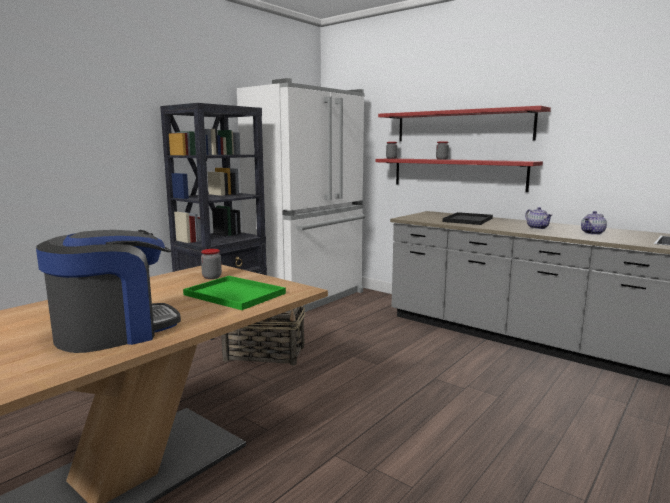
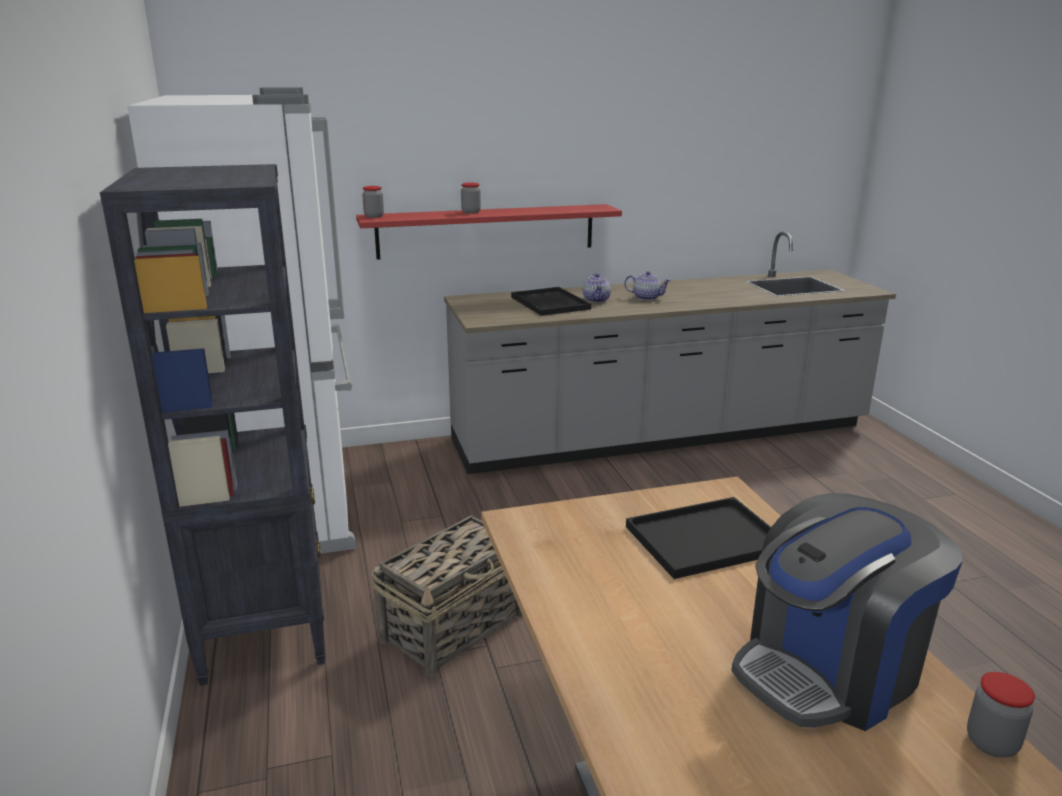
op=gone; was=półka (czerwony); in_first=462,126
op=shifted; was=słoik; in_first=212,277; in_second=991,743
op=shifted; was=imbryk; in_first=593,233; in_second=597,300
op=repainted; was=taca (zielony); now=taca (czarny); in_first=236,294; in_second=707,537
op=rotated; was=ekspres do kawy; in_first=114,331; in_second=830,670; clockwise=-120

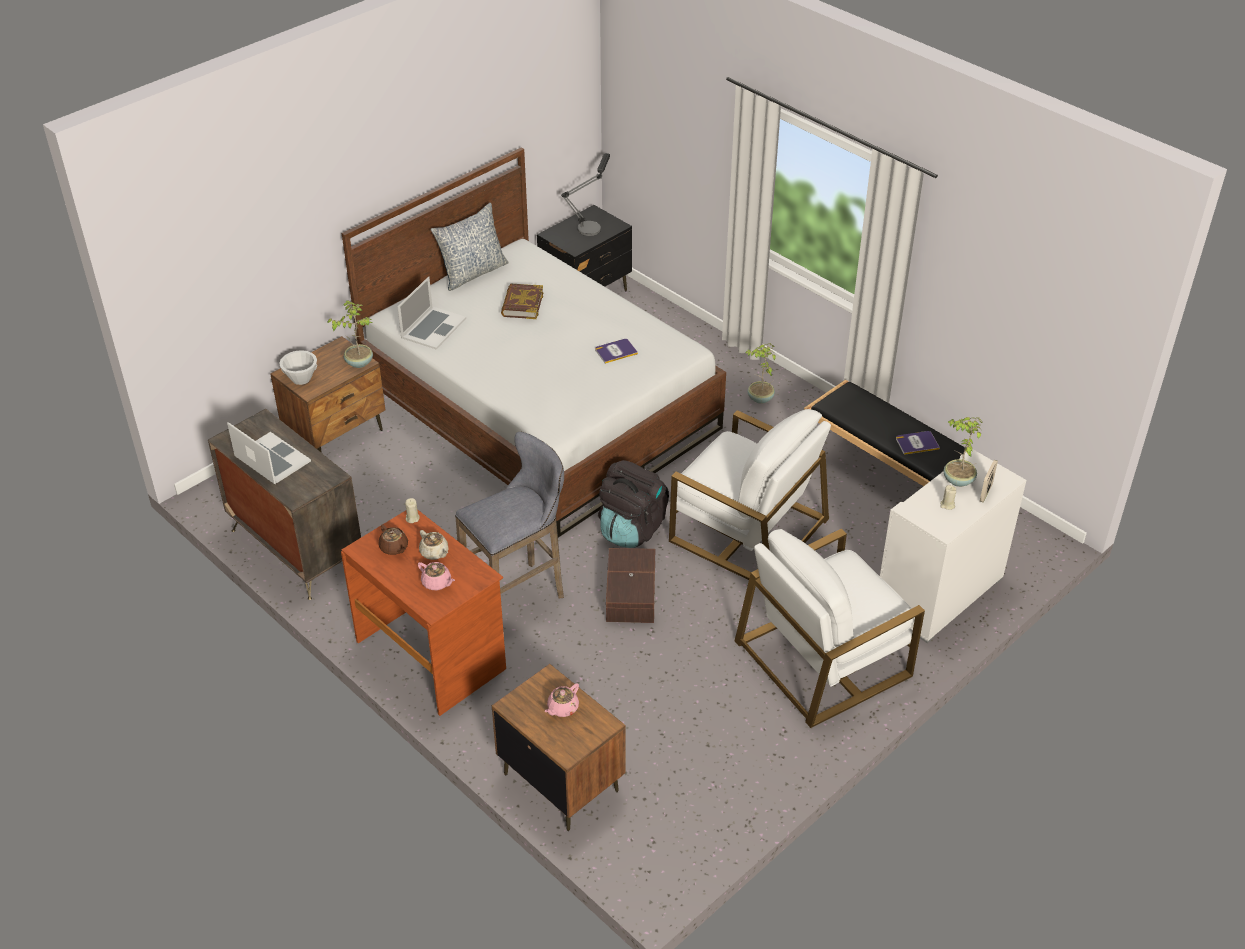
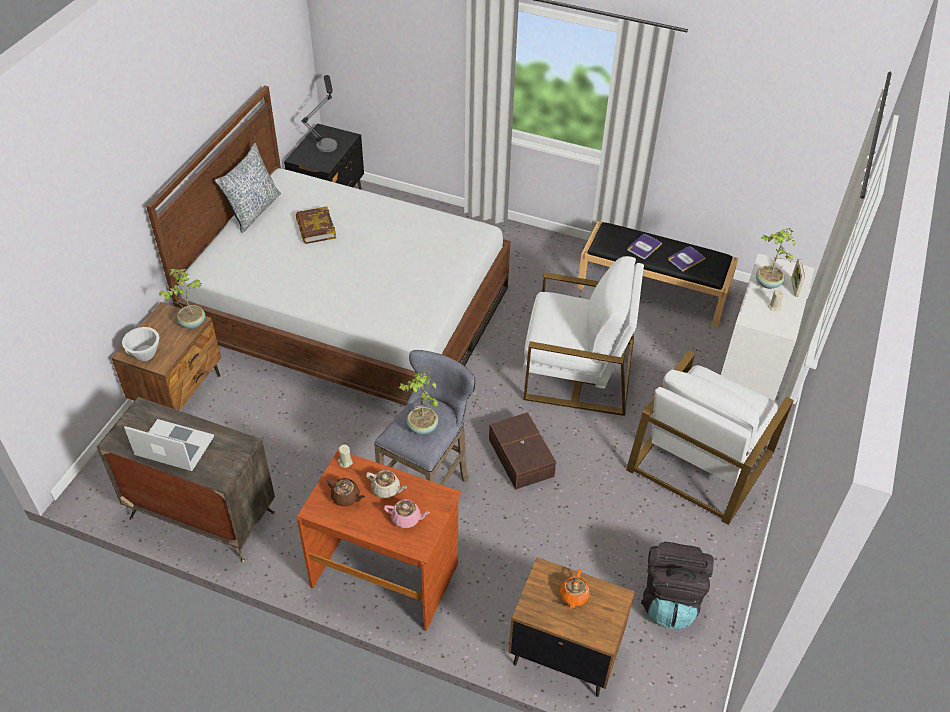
op=gone; was=laptop; in_first=433,328
op=shifted; was=książka; in_first=616,351; in_second=644,247
op=shifted; was=plecak (czarny); in_first=632,529; in_second=670,600
op=shifted; was=roślina doniczkowa; in_first=760,399; in_second=422,427
op=repainted; was=imbryk (różowy); now=imbryk (pomarańczowy); in_first=562,708; in_second=573,596

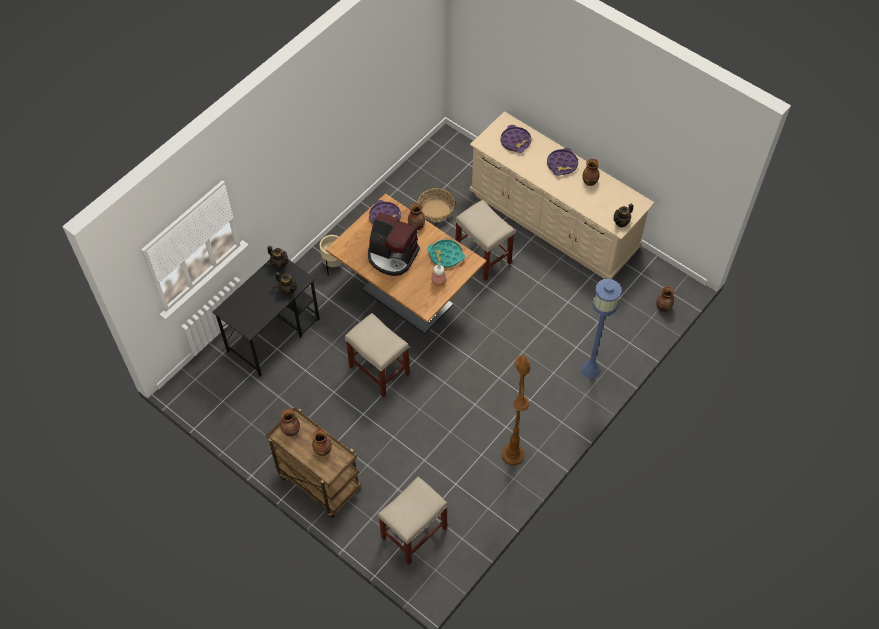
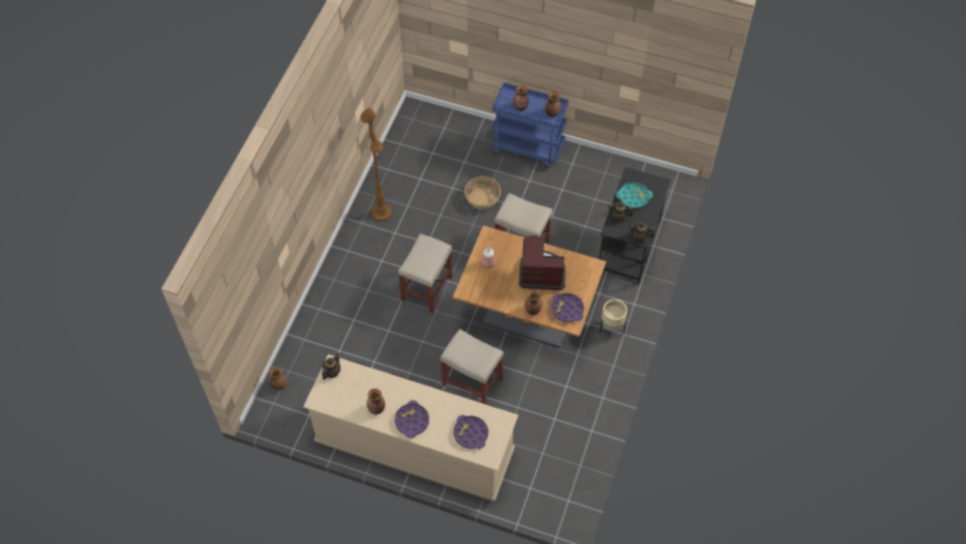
op=gone; was=lampa stojąca (niebieski); in_first=590,369
op=shifted; was=stołek (beżowy); in_first=413,534; in_second=427,288
op=shifted; was=koszyk; in_first=436,210; in_second=482,198
op=shifted; was=taca (turkusowy); in_first=446,255; in_second=633,197
op=repainted; was=wózek (brązowy); now=wózek (niebieski); in_first=317,482; in_second=529,148

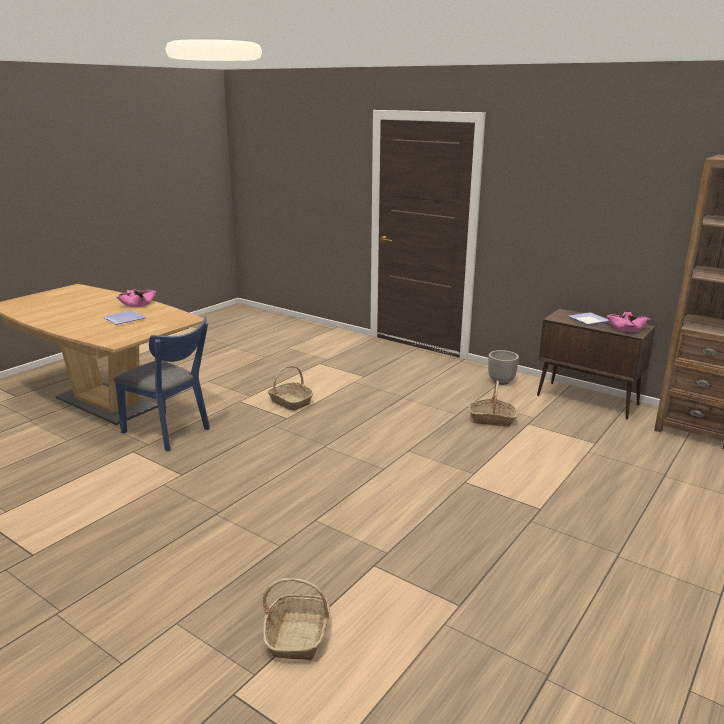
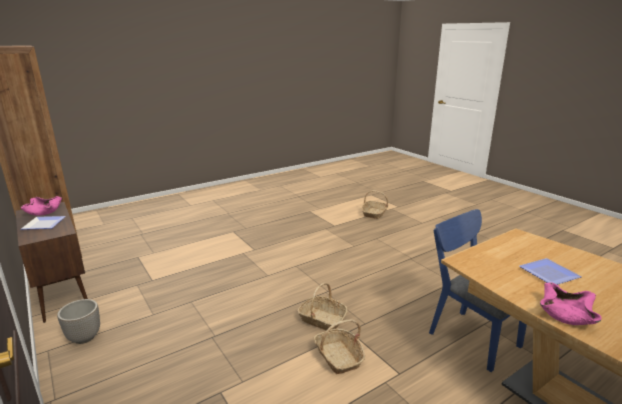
op=shifted; was=koszyk; in_first=492,419; in_second=322,319

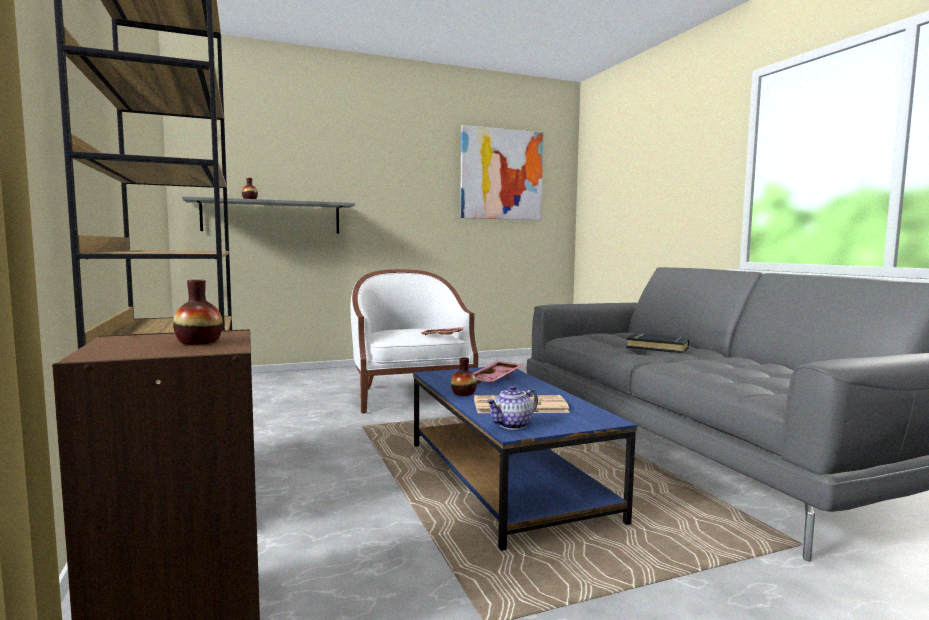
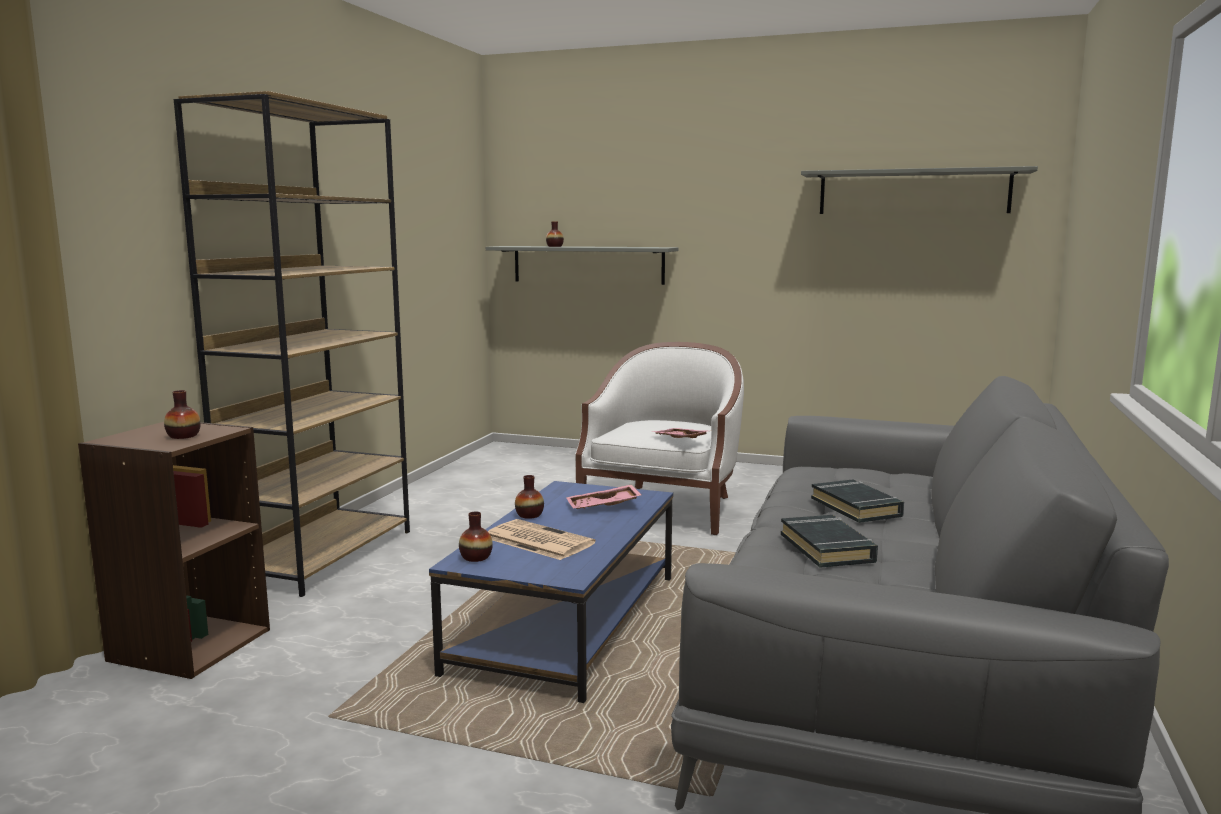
op=new; now=książka (czarny); in_second=827,548
op=swapped; was=obraz; now=półka (szary); in_first=501,174; in_second=913,192
op=swapped; was=imbryk; now=wazon; in_first=513,425; in_second=476,557

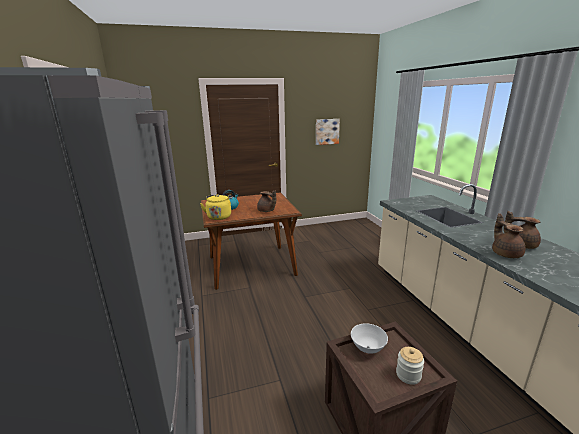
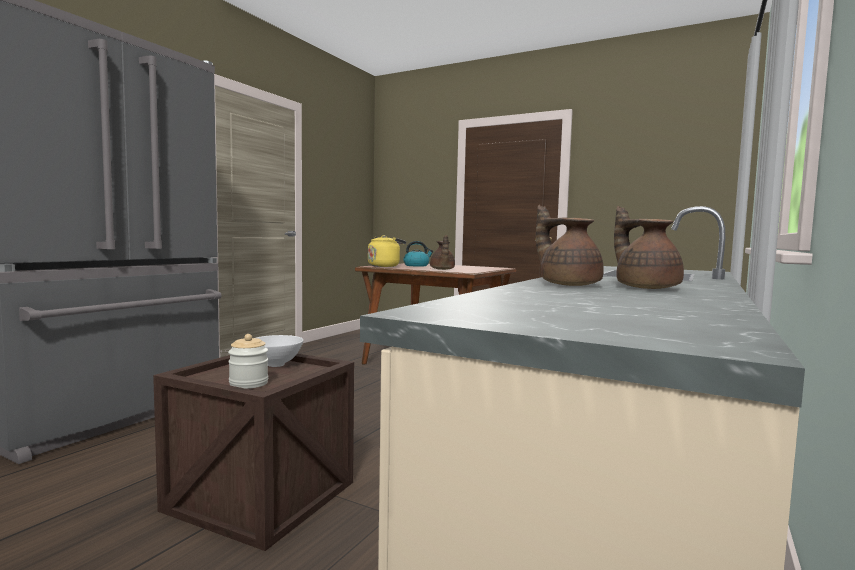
op=gone; was=obraz; in_first=327,131
op=rotated; was=imbryk (brązowy); in_first=505,253; in_second=568,284; clockwise=-75

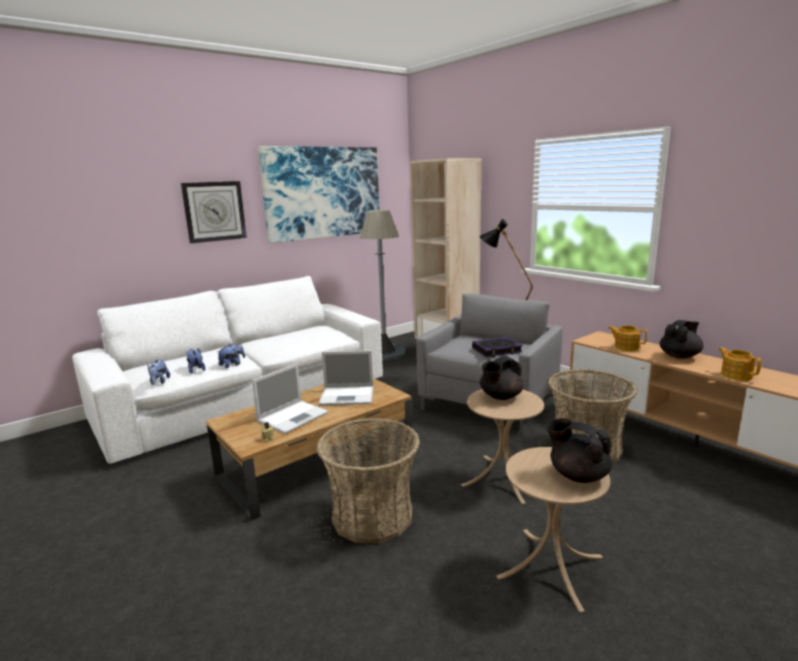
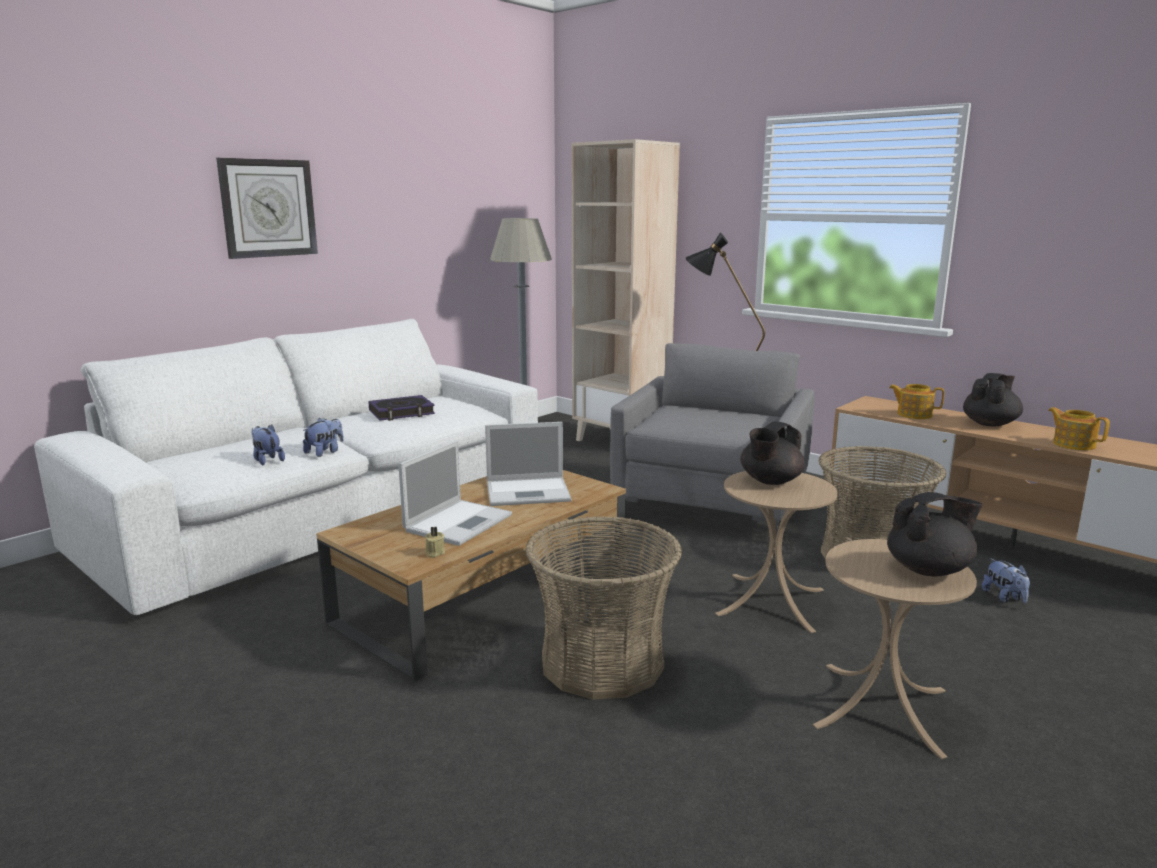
op=gone; was=obraz; in_first=323,192
op=shifted; was=pluszak; in_first=159,382; in_second=1004,597
op=shifted; was=książka; in_first=496,350; in_second=401,413
op=rotated; was=imbryk (czarny); in_first=577,475; in_second=929,570; clockwise=135

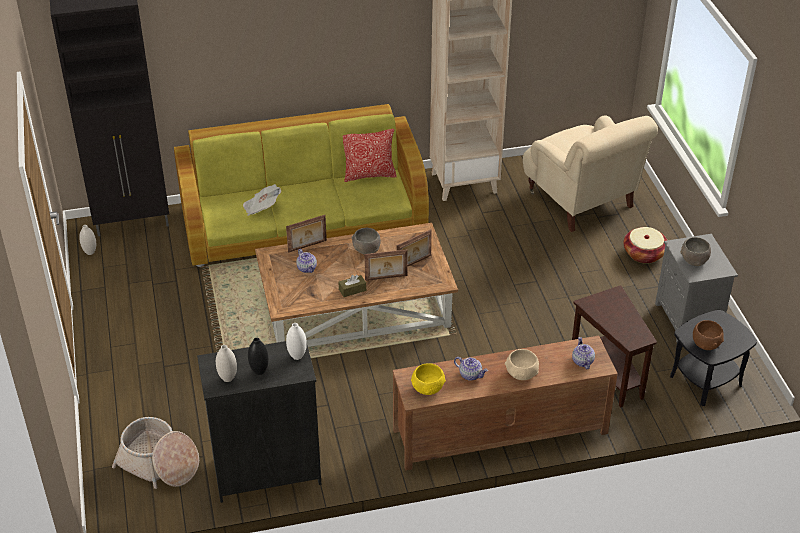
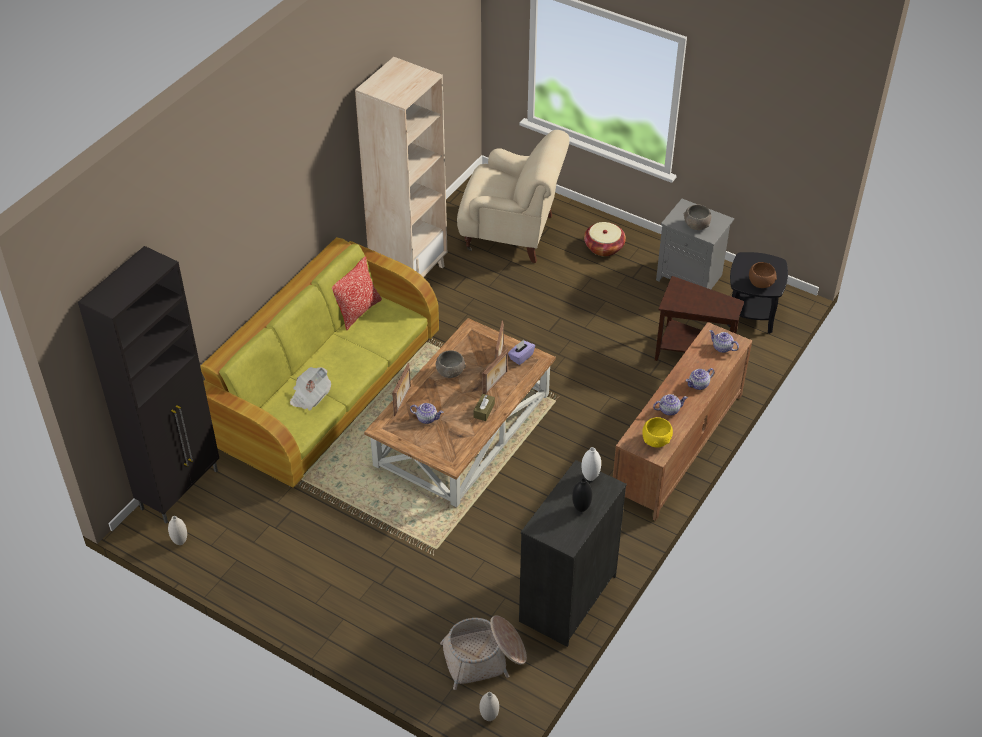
op=new; now=pudełko chusteczek (fioletowy); in_second=521,357
op=shifted; was=wazon (biały); in_first=228,378; in_second=489,717
op=swapped; was=miska (beżowy); now=imbryk; in_first=521,374; in_second=698,385

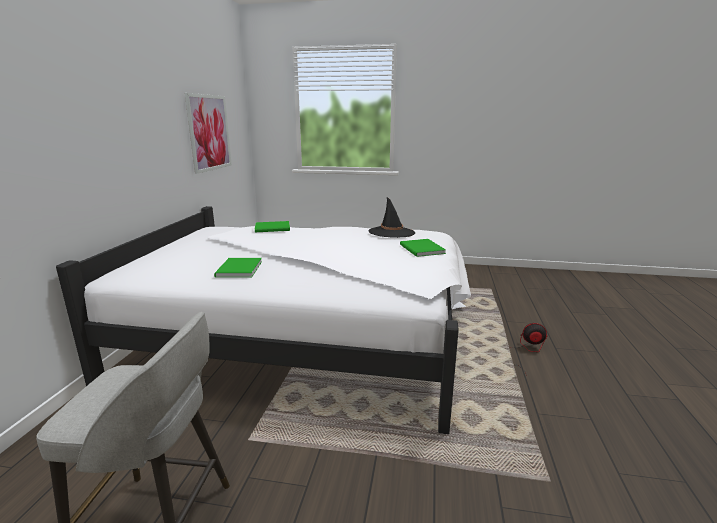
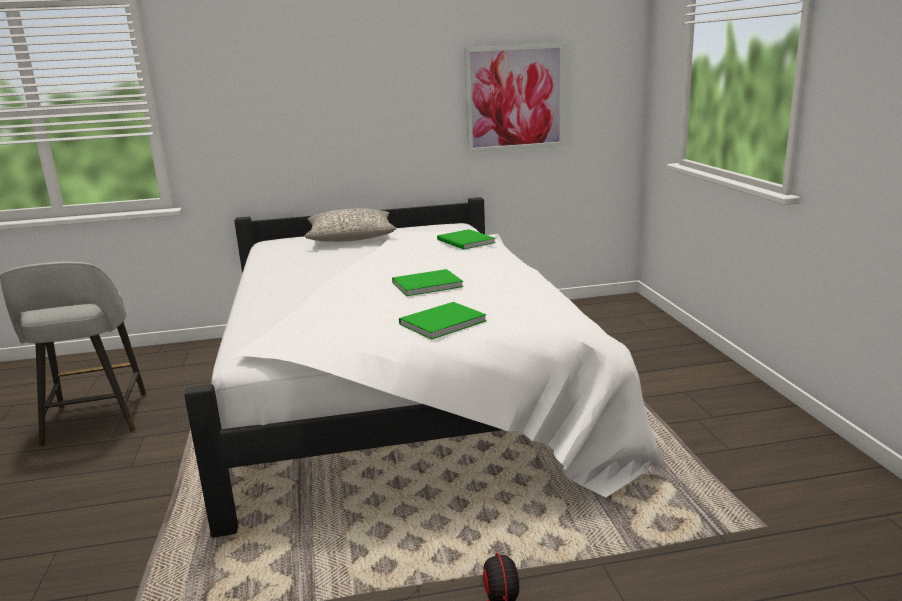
op=gone; was=kapelusz (czarny); in_first=391,232
op=new; now=poduszka (szary); in_second=351,238
op=shifted; was=książka (zielony); in_first=237,269; in_second=424,284

